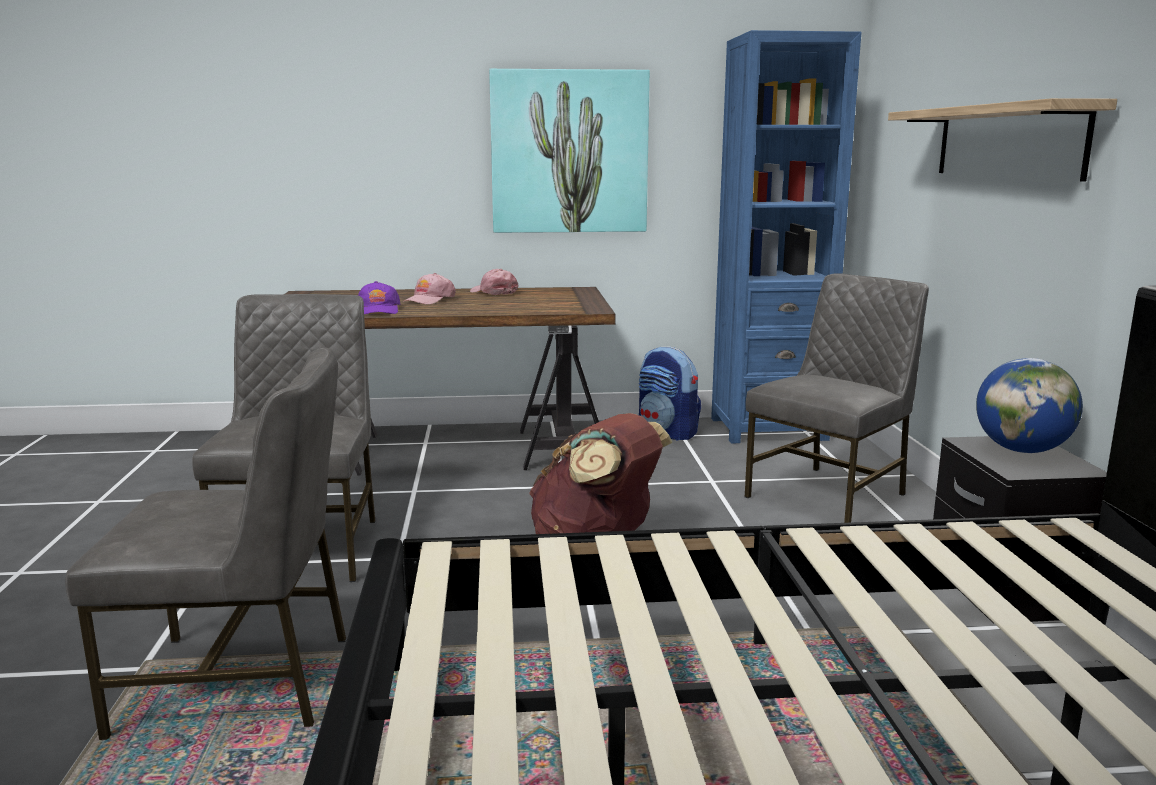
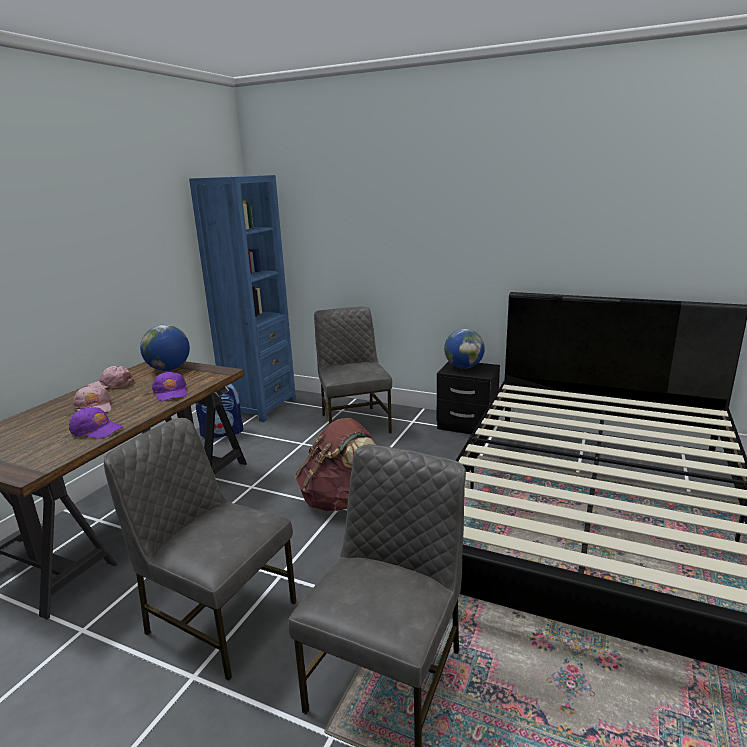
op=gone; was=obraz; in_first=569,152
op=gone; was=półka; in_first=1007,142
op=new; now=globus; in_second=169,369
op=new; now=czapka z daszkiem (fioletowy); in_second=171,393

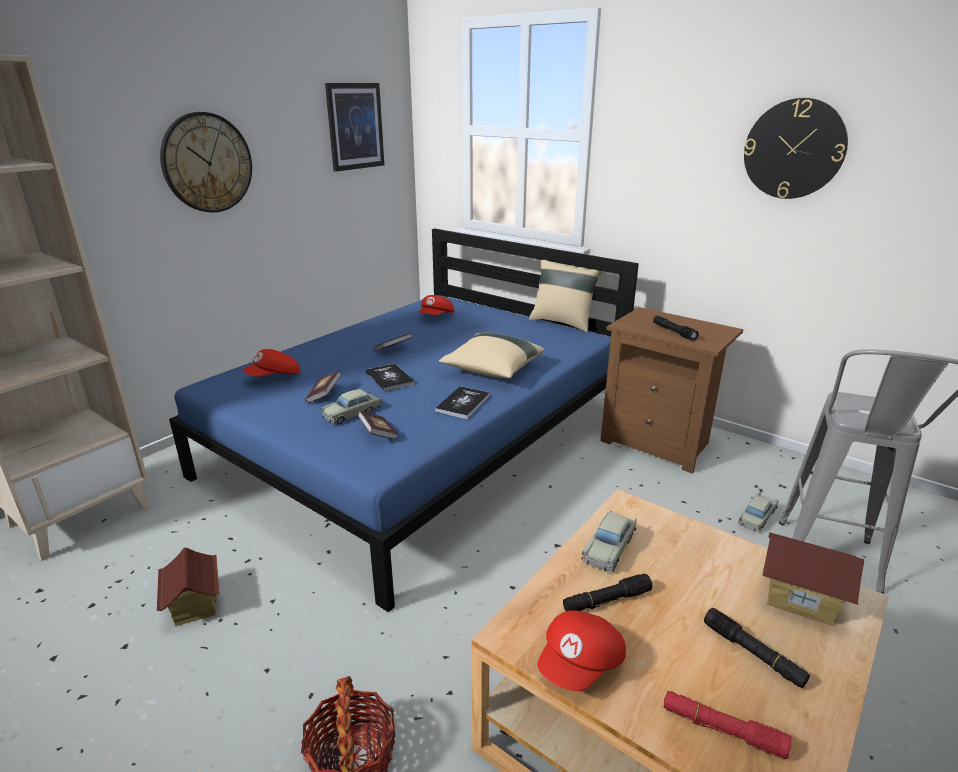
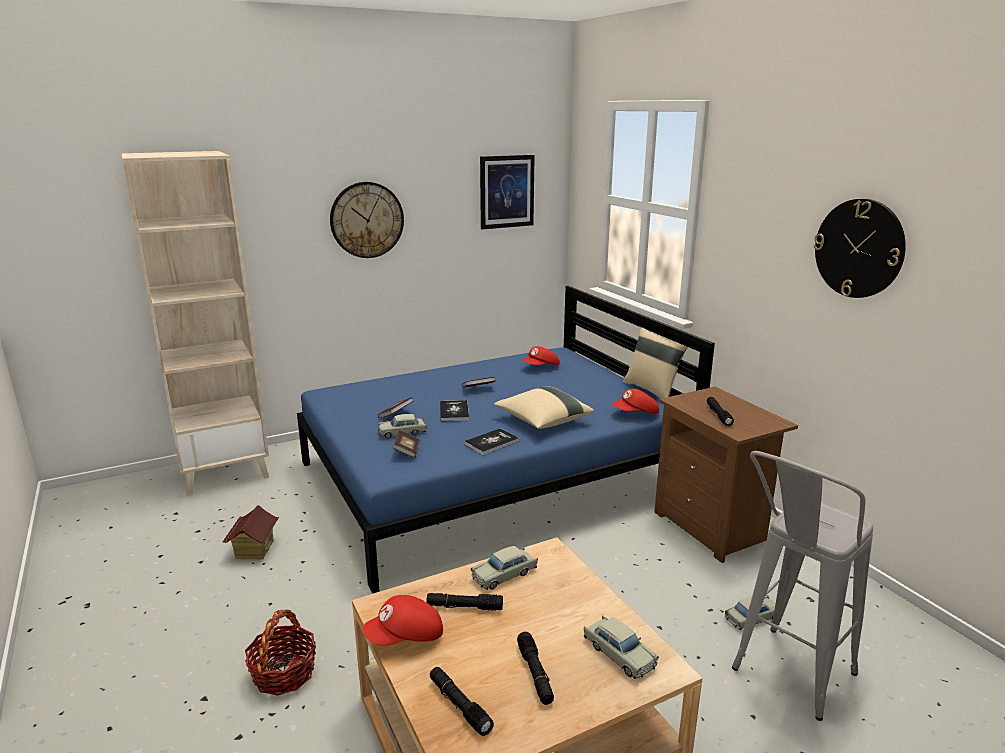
op=shifted; was=czapka z daszkiem (czerwony); in_first=274,377; in_second=636,413
op=swapped; was=domek; now=samochodzik (beżowy); in_first=800,598; in_second=619,654
op=repainted; was=latarka (czerwony); now=latarka (czarny); in_first=722,729; in_second=459,705

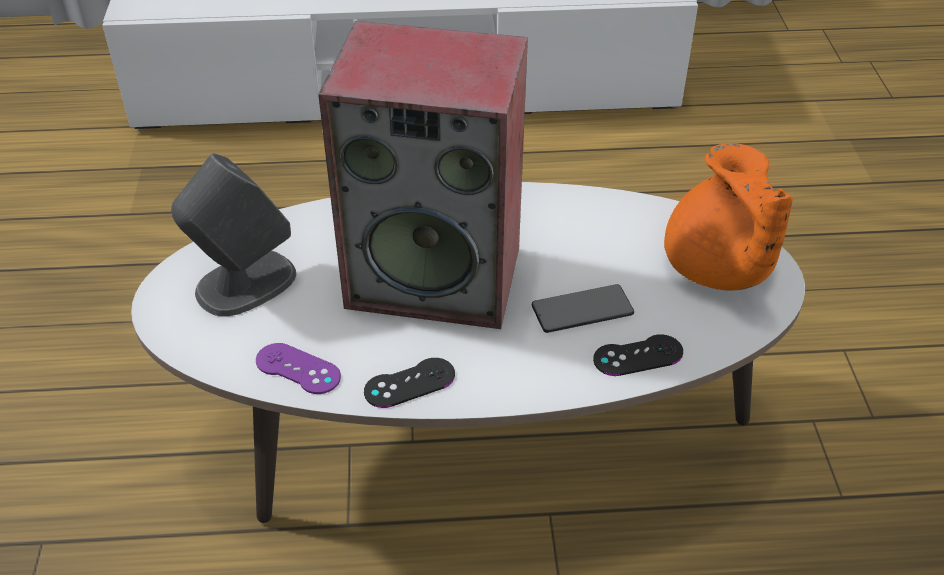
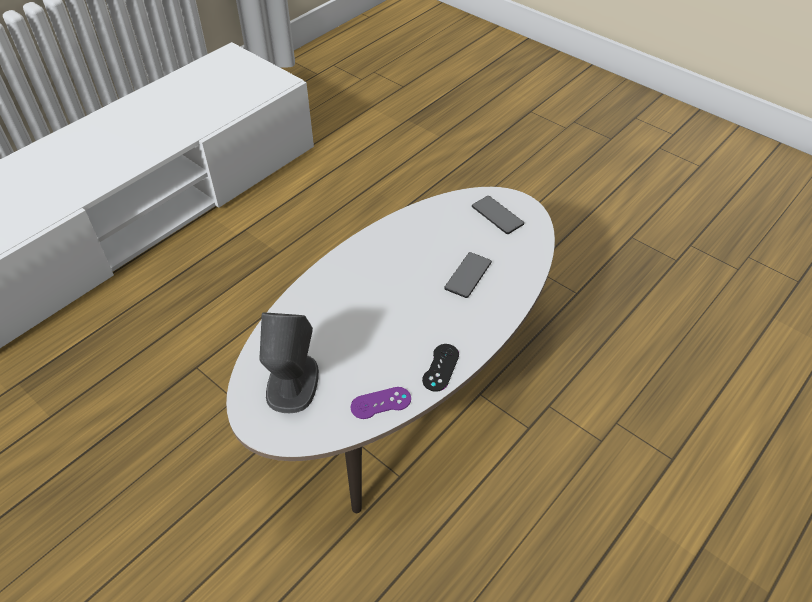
op=gone; was=głośnik; in_first=437,276
op=gone; was=pad do gier (czarny); in_first=638,356
op=swapped; was=imbryk (pomarańczowy); now=telefon; in_first=718,268; in_second=497,215

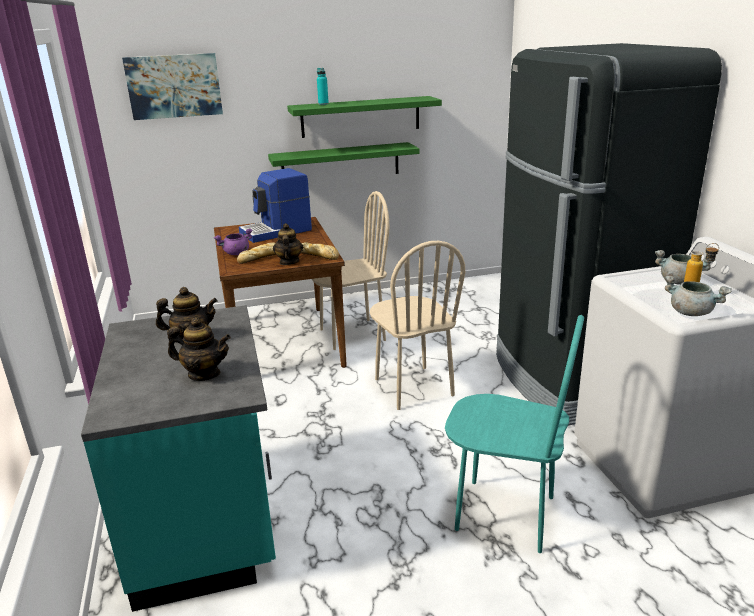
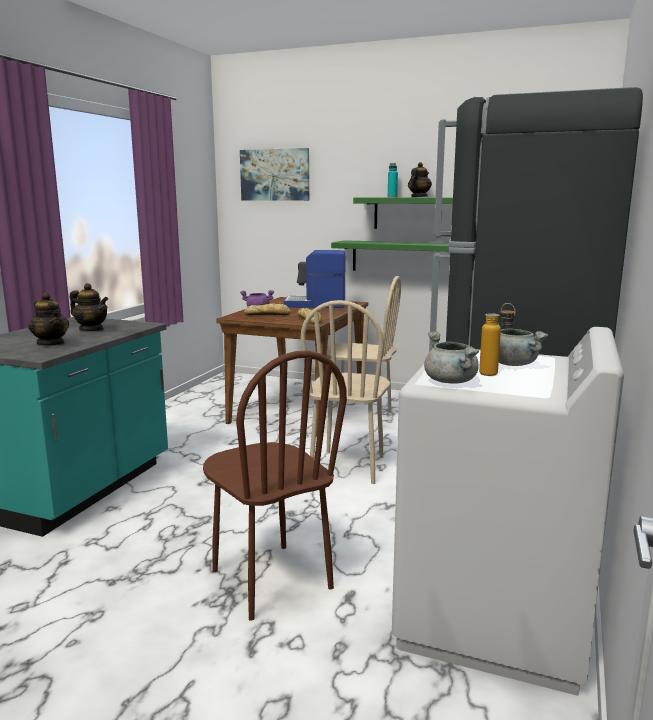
op=shifted; was=imbryk; in_first=289,262; in_second=418,197
op=repainted; was=krzesło (turkusowy); now=krzesło (brązowy); in_first=505,514; in_second=270,579

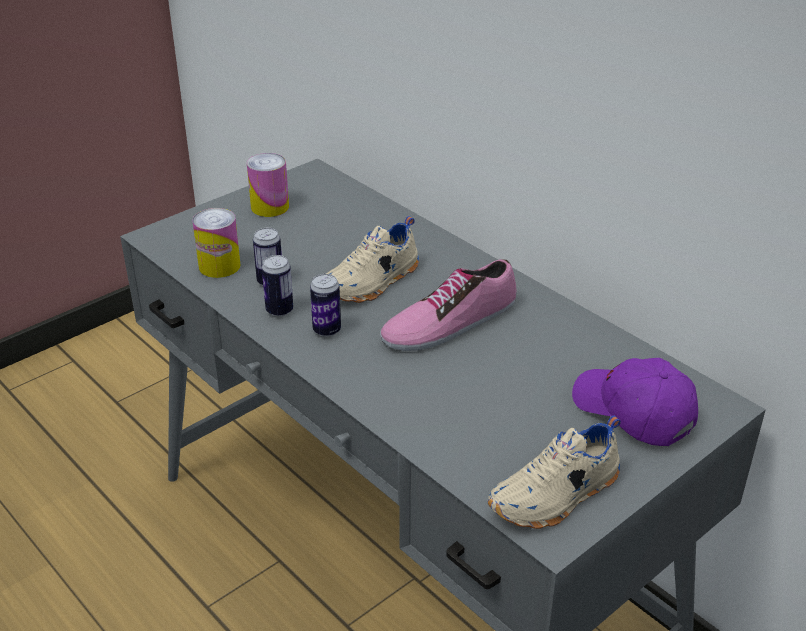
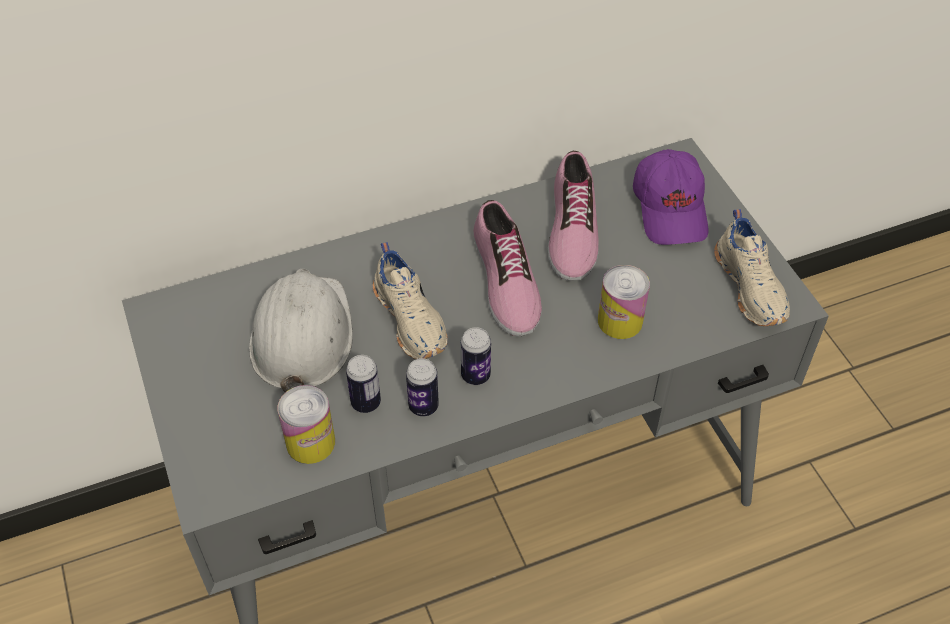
op=new; now=kask (biały); in_second=302,336
op=new; now=but; in_second=570,229
op=shifted; was=puszka; in_first=270,207; in_second=620,321
op=rotated; was=czapka z daszkiem (fioletowy); in_first=632,412; in_second=671,209; clockwise=-75

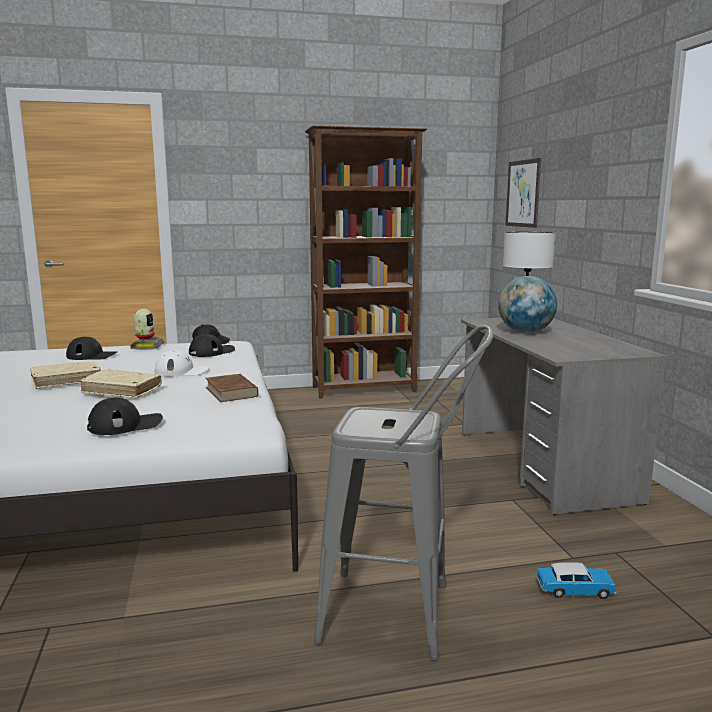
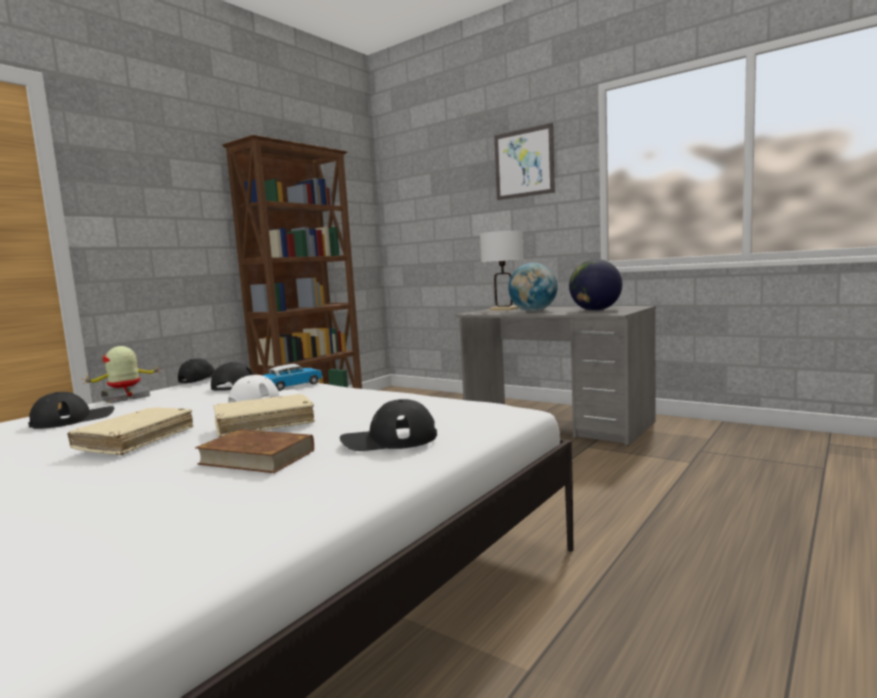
op=gone; was=stołek (szary); in_first=402,615
op=new; now=globus; in_second=595,310
op=shifted; was=książka (brązowy); in_first=231,392; in_second=257,457
op=shifted; was=obraz; in_first=523,193; in_second=524,163
op=shifted; was=samochodzik; in_first=575,590; in_second=292,386
op=rotated; was=czapka z daszkiem (czarny); in_first=125,425; in_second=389,439; clockwise=-120
op=rotated; was=robot zabawkowy; in_first=146,346; in_second=126,398; clockwise=-90

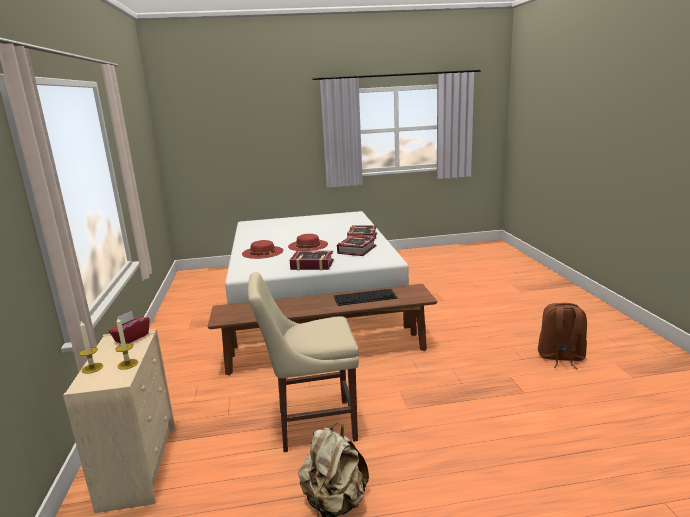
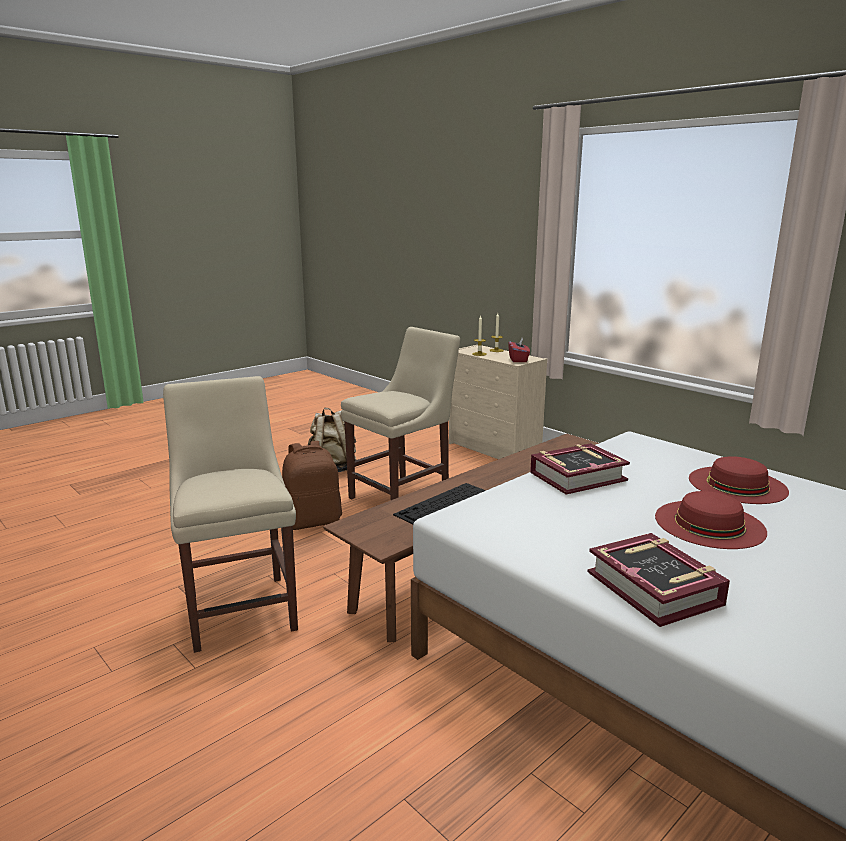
op=gone; was=książka; in_first=356,249
op=new; now=krzesło (beżowy); in_second=241,607
op=shifted; was=plecak (brązowy); in_first=560,357; in_second=313,521

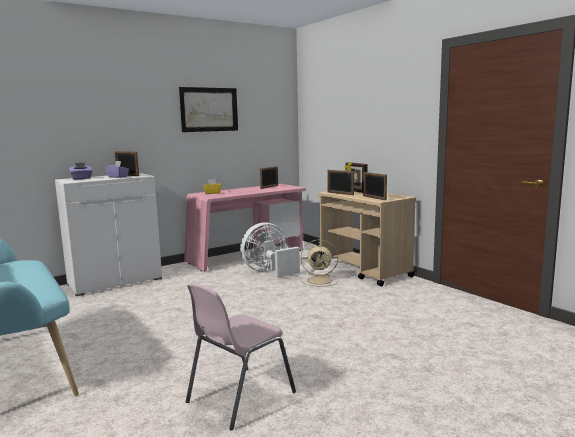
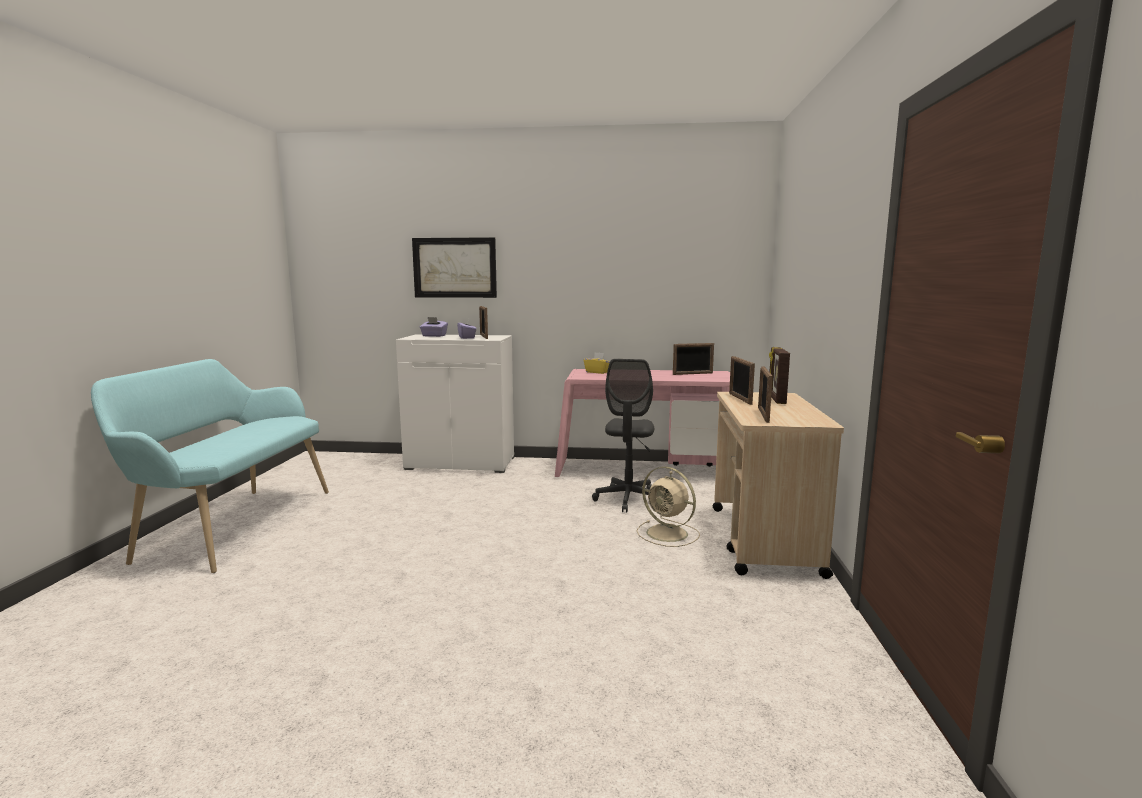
op=gone; was=krzesło (różowy); in_first=239,397
op=shifted; was=obraz; in_first=209,109; in_second=455,267
op=swapped; was=wentylator (biały); now=krzesło biurowe (szary); in_first=269,271; in_second=628,499

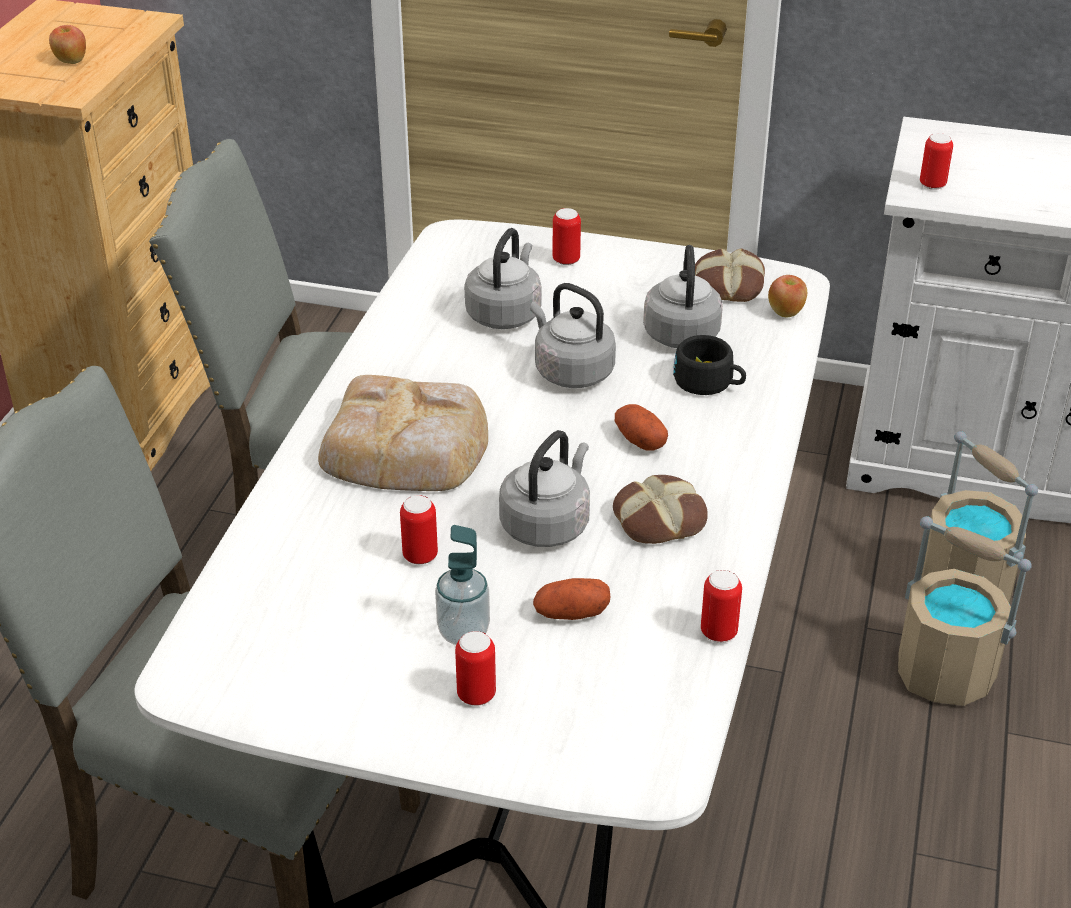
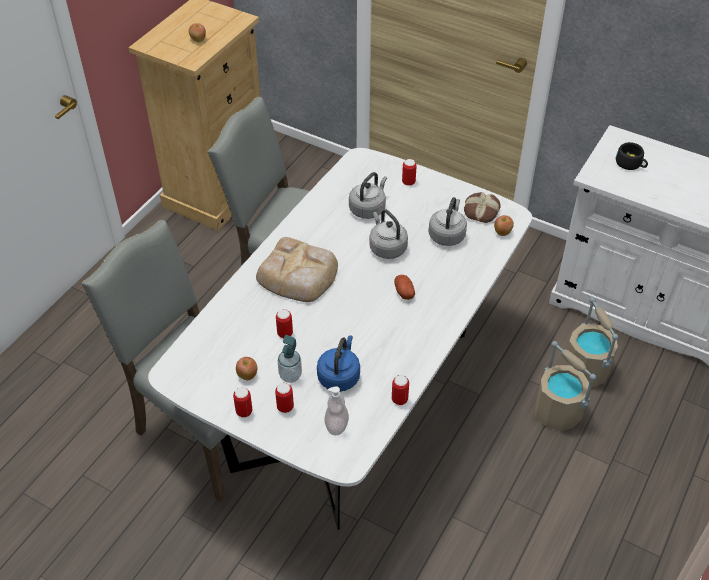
op=gone; was=czajnik (szary); in_first=547,524
op=gone; was=chleb; in_first=659,518
op=new; now=jabłko; in_second=247,375
op=new; now=dozownik mydła; in_second=336,425
op=shifted; was=filiżanka (czarny); in_first=709,383; in_second=631,164
op=shifted; was=puszka; in_first=932,185; in_second=244,411
op=swapped; was=ziemniak; now=czajnik (niebieski); in_first=571,613; in_second=339,376

